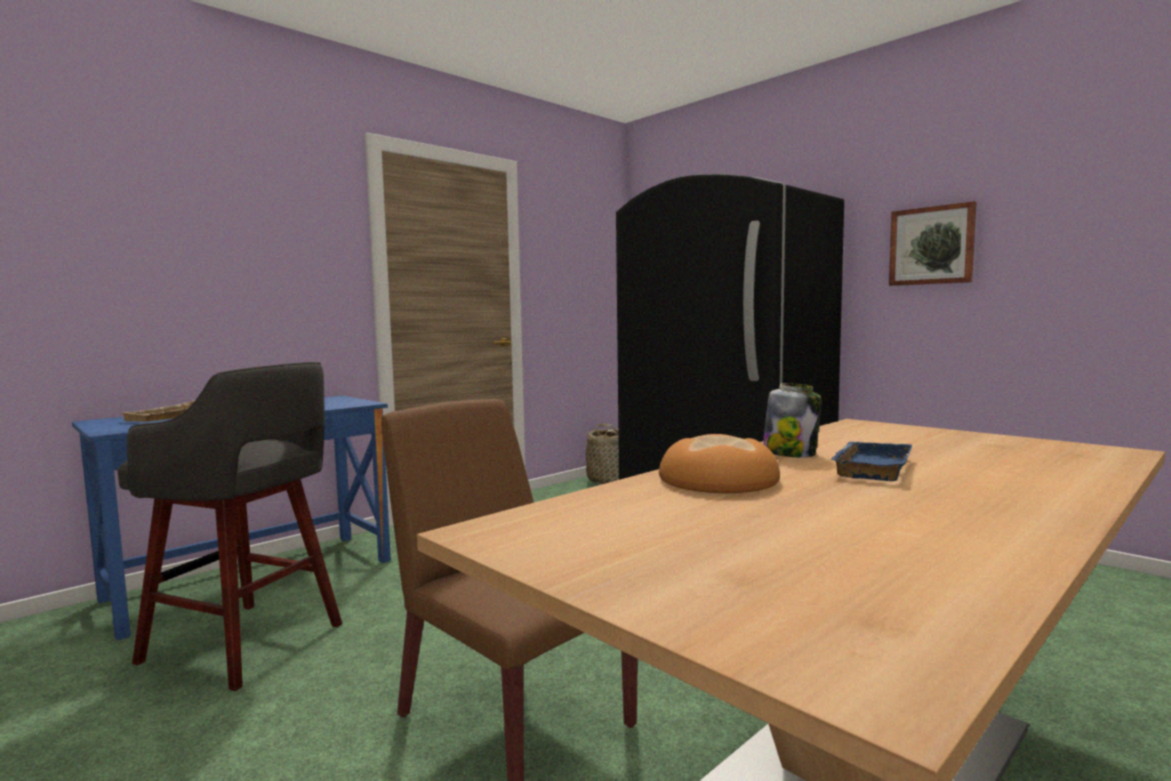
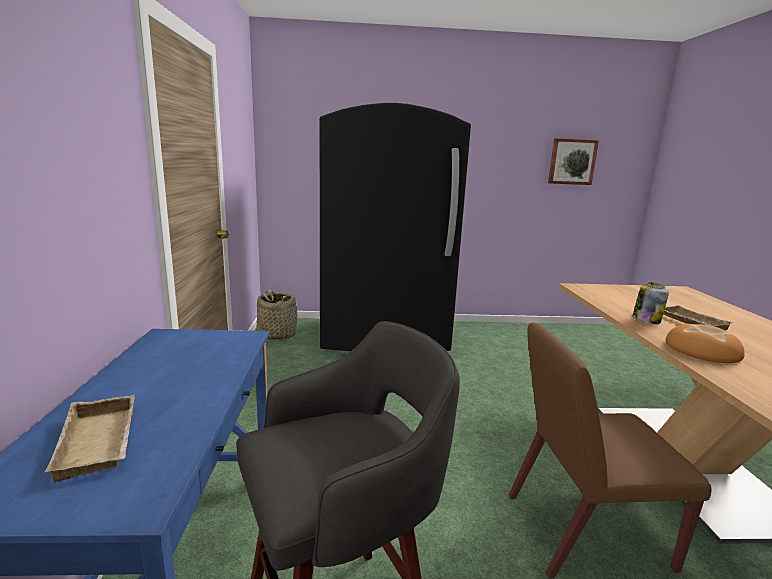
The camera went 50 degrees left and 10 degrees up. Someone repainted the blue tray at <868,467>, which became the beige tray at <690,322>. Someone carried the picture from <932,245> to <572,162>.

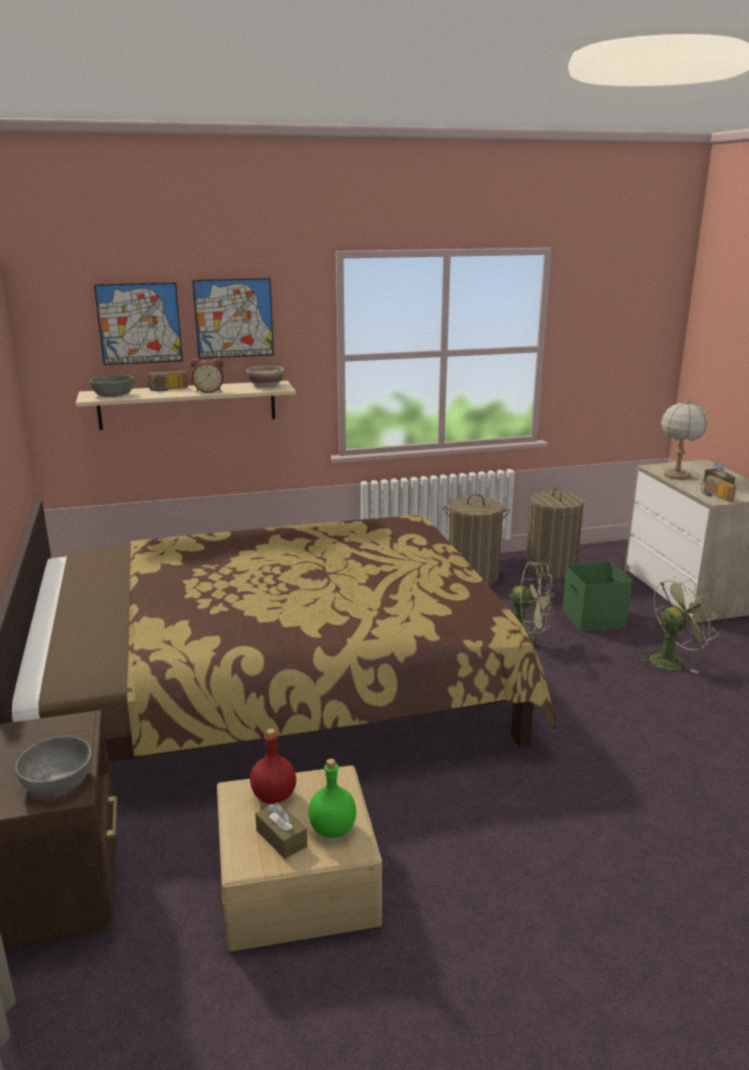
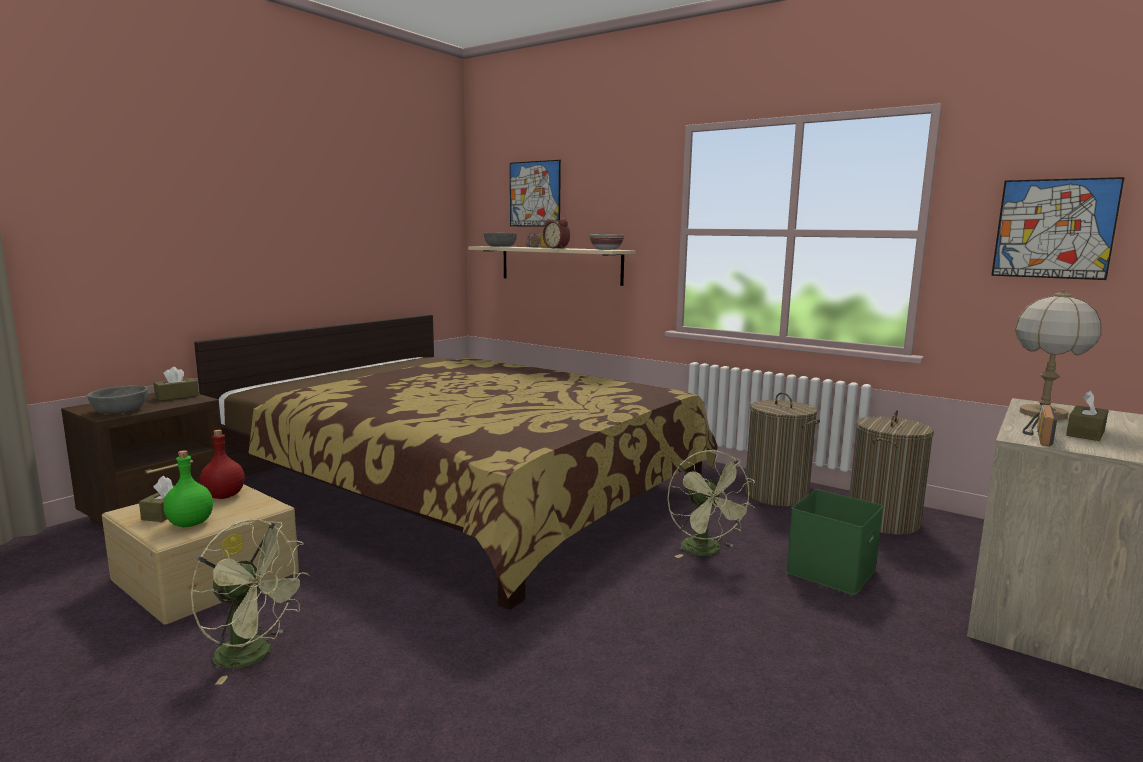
The camera went 50 degrees right and 10 degrees down. Someone carried the picture from <234,318> to <1054,229>. Someone carried the green fan from <671,660> to <254,655>. Someone put down the brown tissue box at <177,396>.

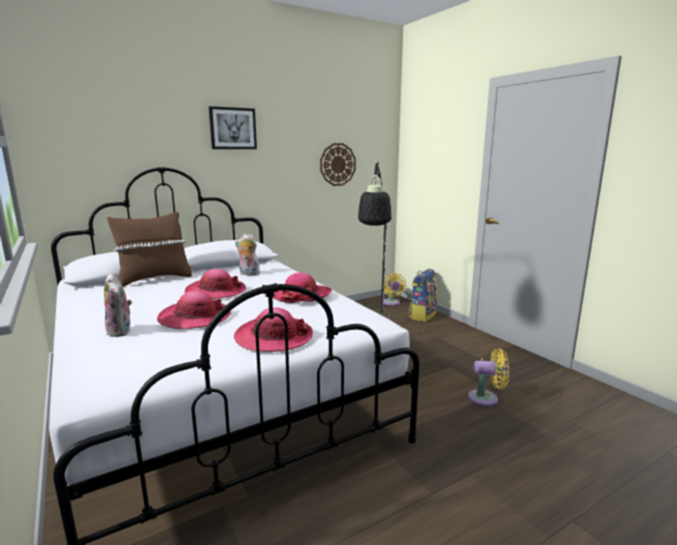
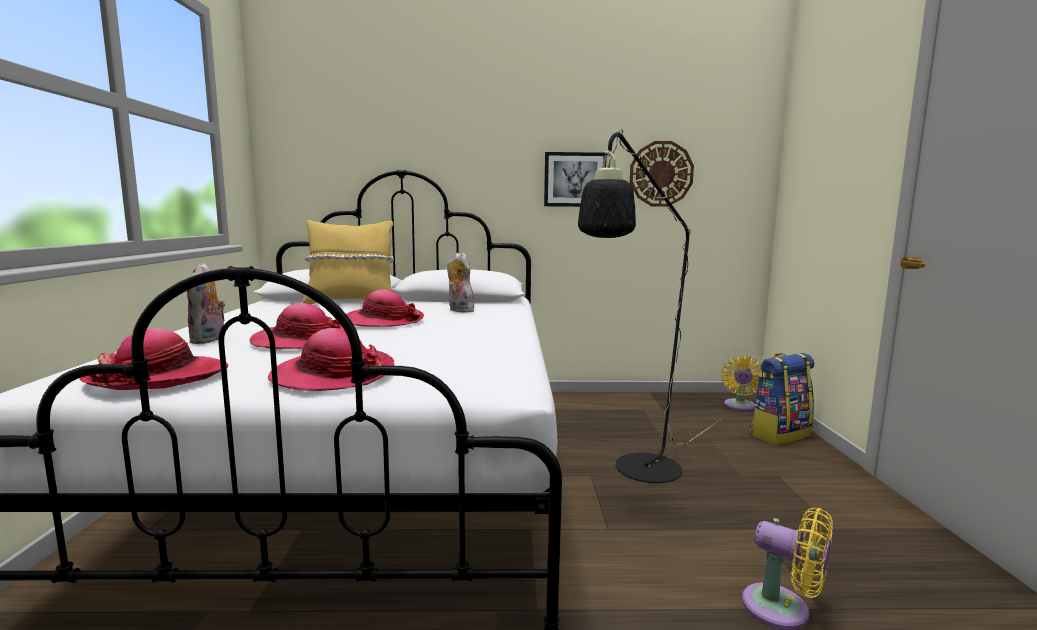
The camera went 30 degrees right and 5 degrees down. Someone repainted the brown pillow at <154,279>, which became the yellow pillow at <351,303>. Someone carried the picture from <232,128> to <574,179>. Someone carried the hat from <301,296> to <158,377>.

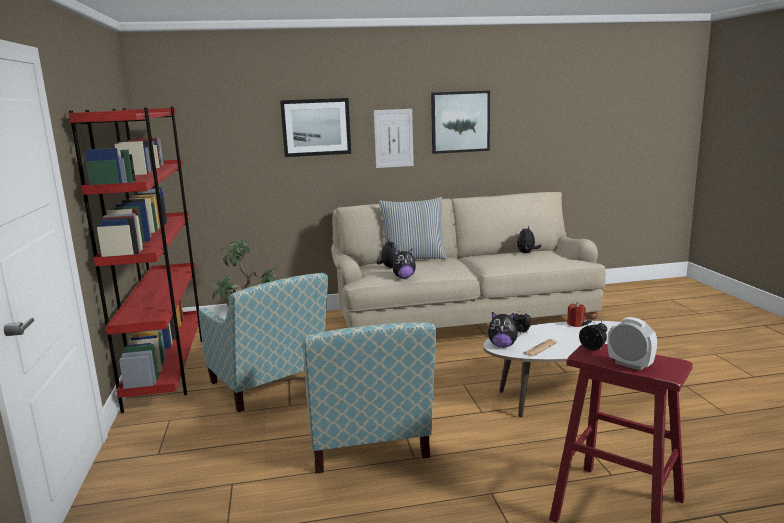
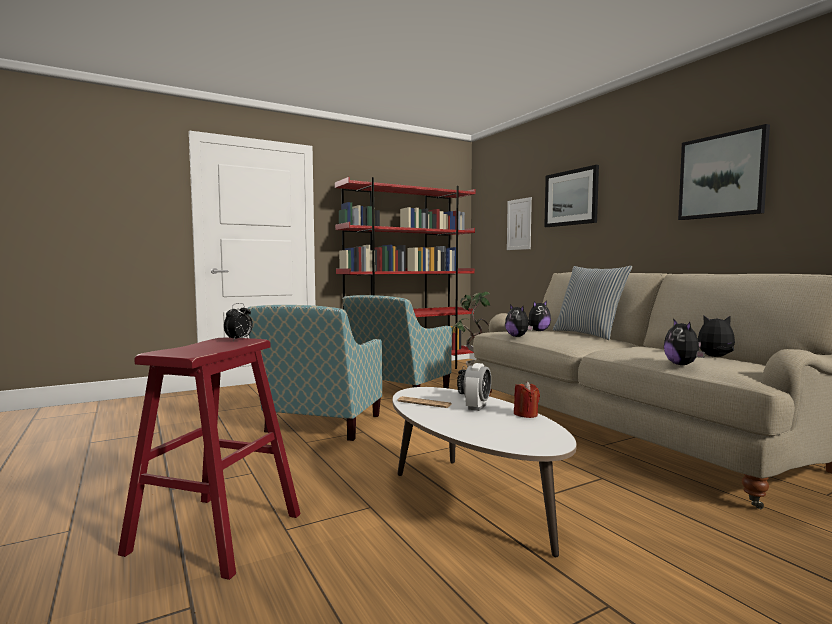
The camera went 70 degrees right and 10 degrees down. Someone rotated the armchair at <368,446> by 45 degrees counterclockwise. Someone carried the picture from <393,138> to <519,224>. Someone carried the plush toy from <502,346> to <682,365>. Someone carried the alarm clock from <630,365> to <477,407>.

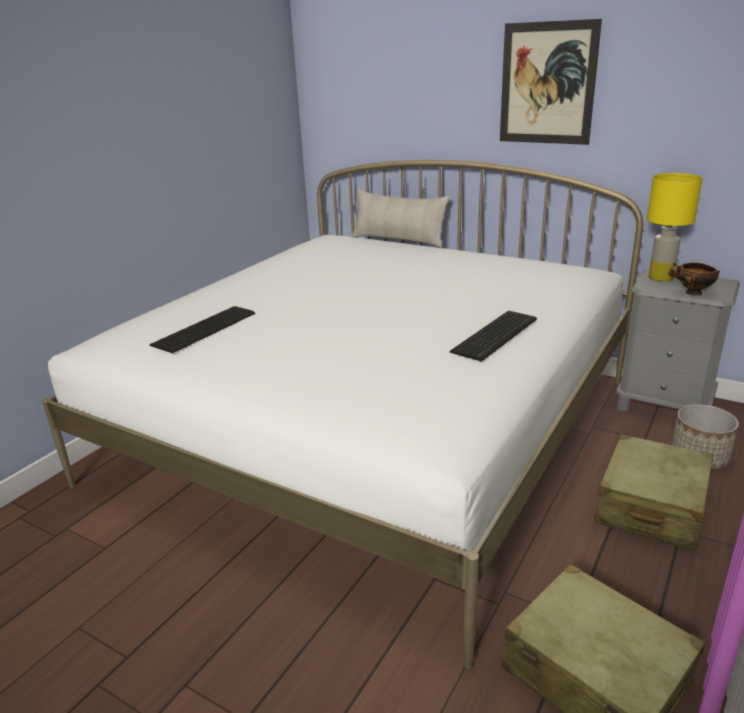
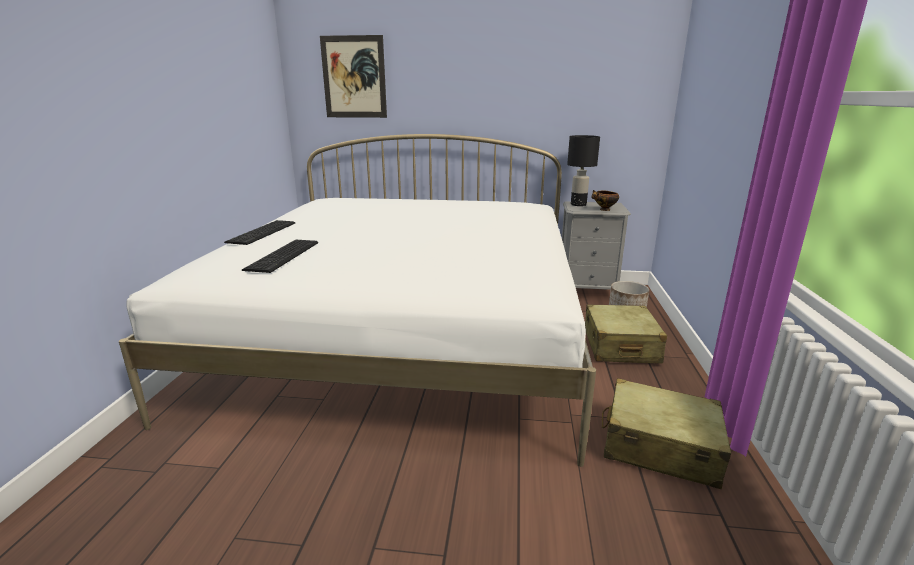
The camera went 25 degrees left and 5 degrees down. Someone took away the beige pillow at <398,240>. Someone carried the keyboard from <497,335> to <264,232>. Someone carried the picture from <547,84> to <354,77>. Someone repainted the yellow table lamp at <661,277>, which became the black table lamp at <578,204>.

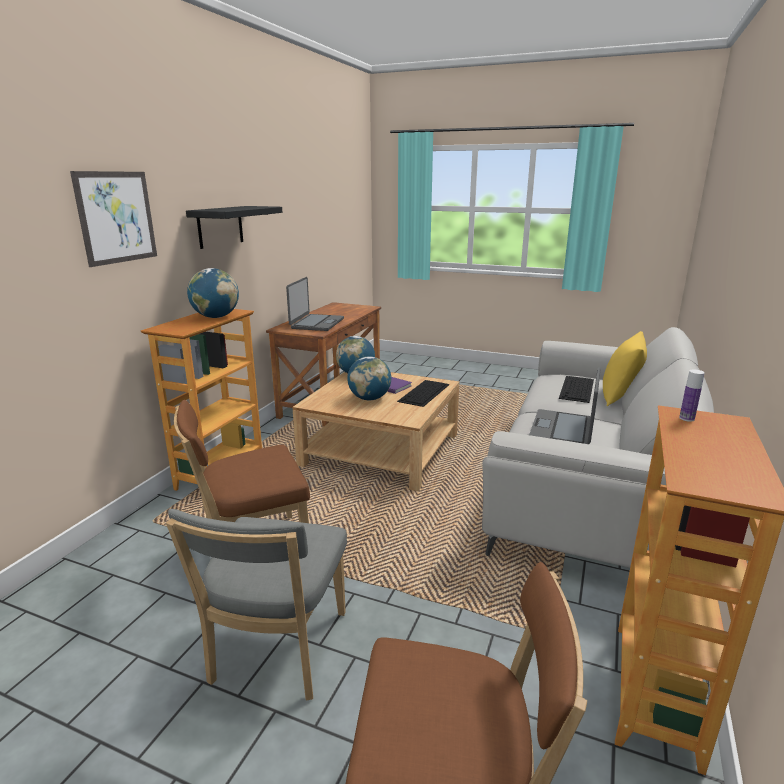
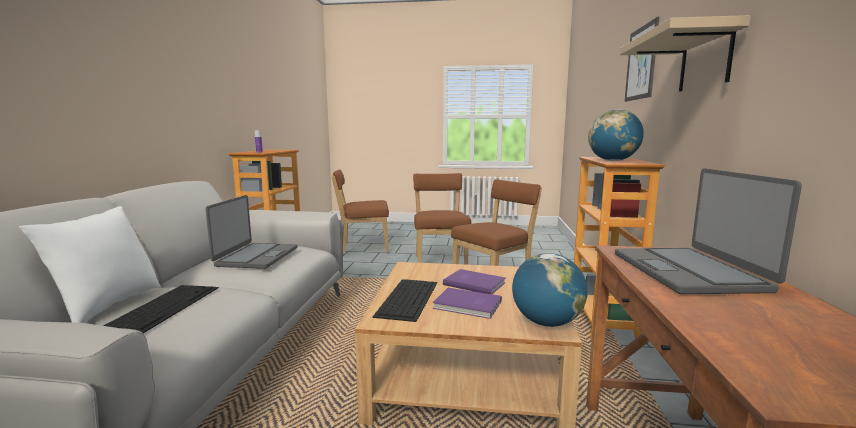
The camera went 165 degrees right and 10 degrees down. Someone repainted the grey chair at <276,652>, which became the brown chair at <440,261>. Someone repainted the black shelf at <220,226>, which became the beige shelf at <705,60>. Someone swapped the globe at <369,398> for the purple book at <474,283>. Someone repainted the yellow pillow at <619,397>, which became the white pillow at <107,306>.

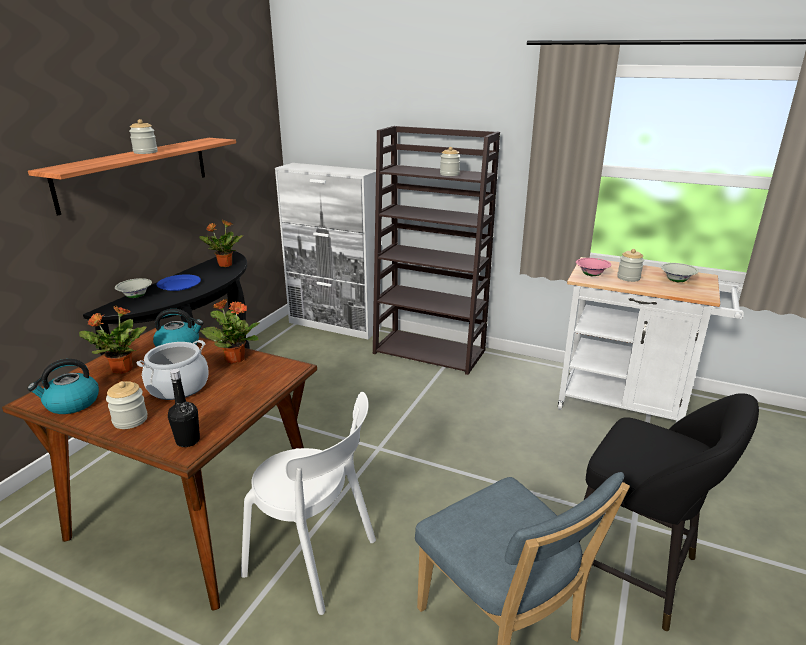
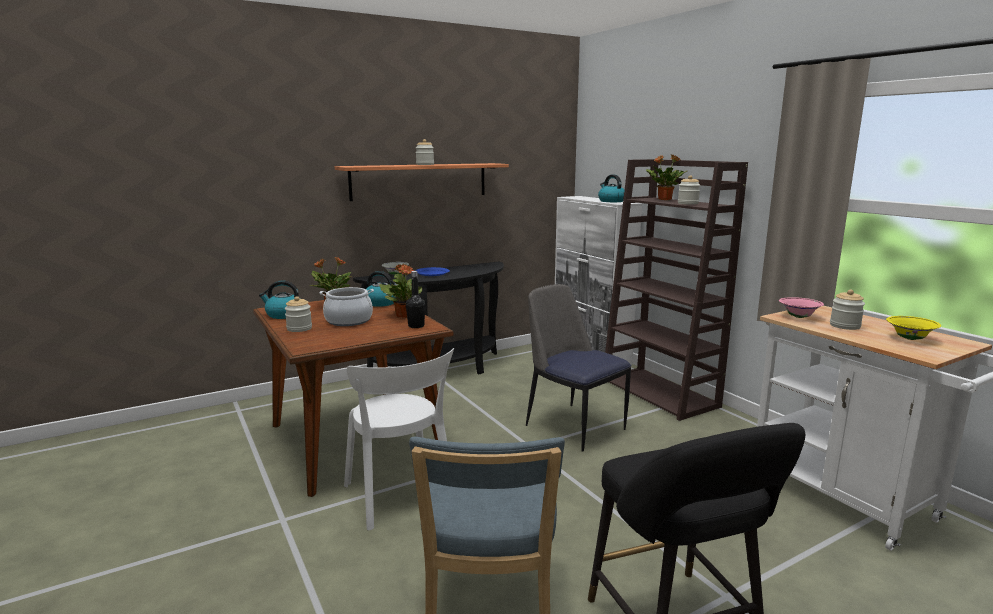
The camera went 35 degrees right and 10 degrees down. Someone carried the black bottle from <188,441> to <416,326>. Someone carried the potted plant from <224,265> to <664,199>. Someone repainted the white bowl at <676,281>, which became the yellow bowl at <910,339>. Someone put down the chair at <573,426>. Someone put down the kettle at <611,201>.

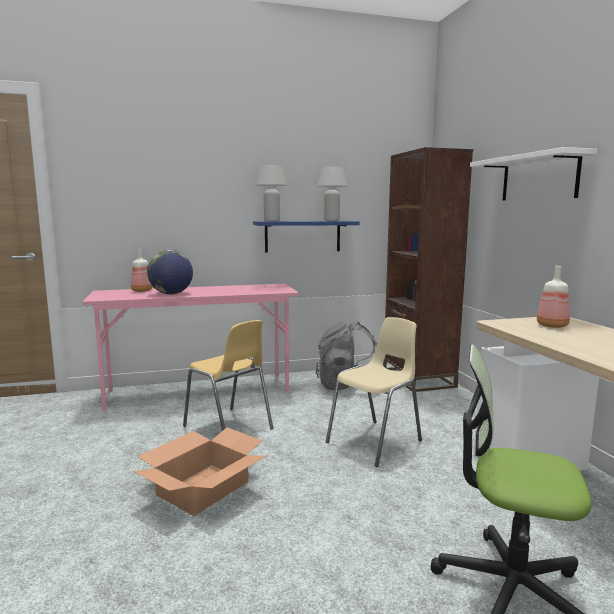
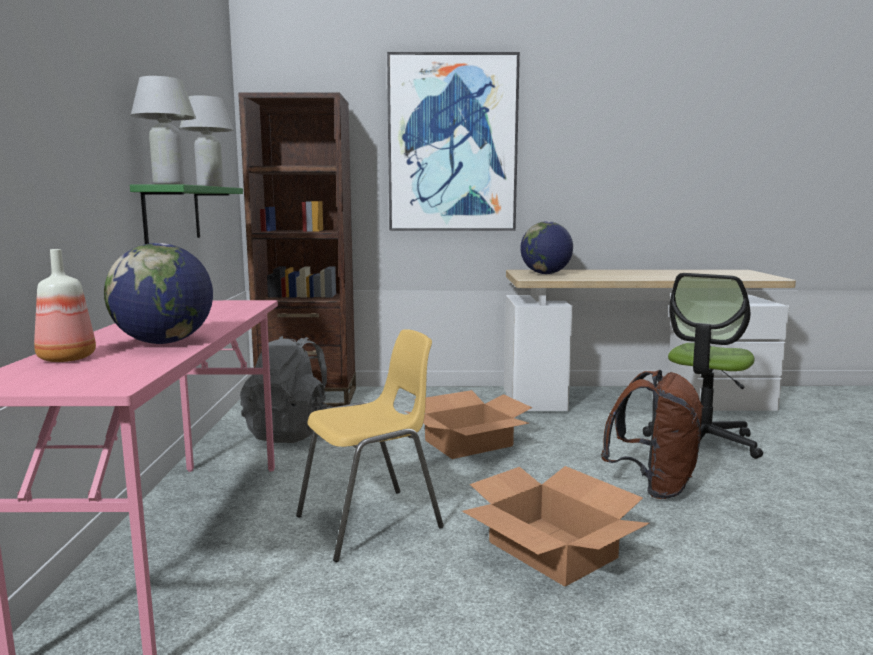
The camera went 75 degrees left and 0 degrees up. Someone repainted the blue shelf at <302,236>, which became the green shelf at <172,214>. Someone swapped the beige chair at <376,442> for the cardboard box at <469,443>. Someone swapped the white shelf at <539,178> for the picture at <452,144>. Someone swapped the bottle at <551,325> for the globe at <545,274>. Someone put down the brown backpack at <653,486>.

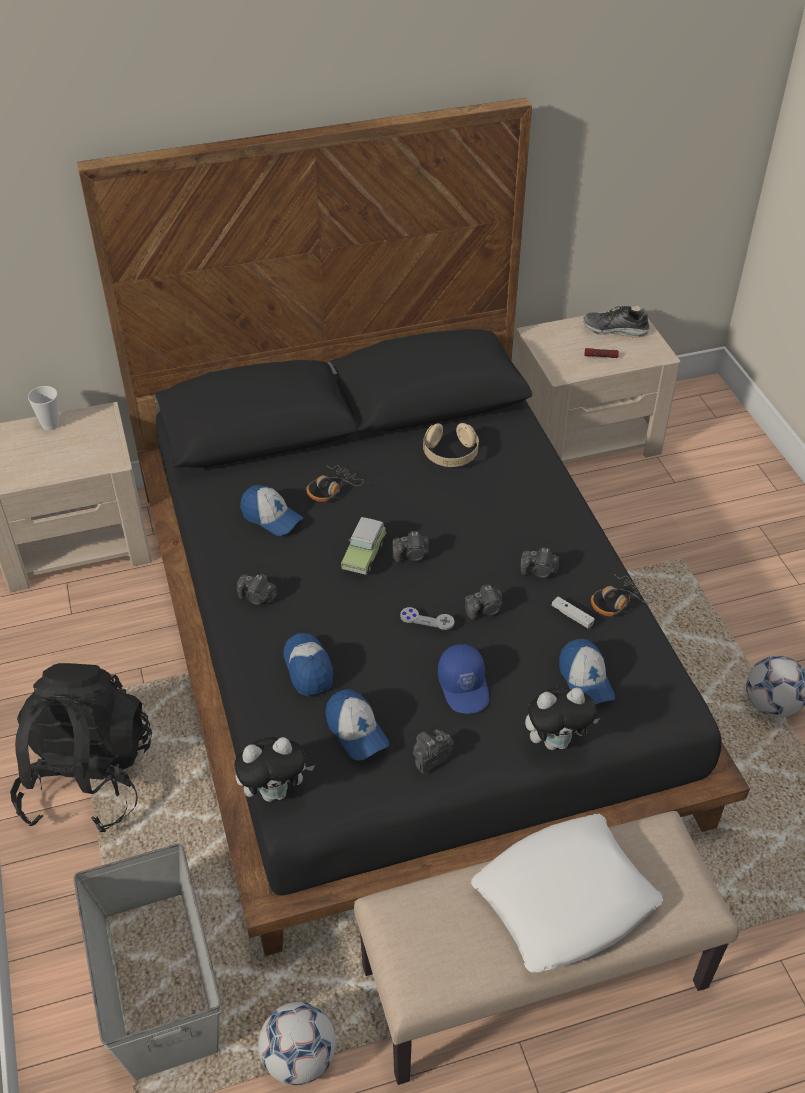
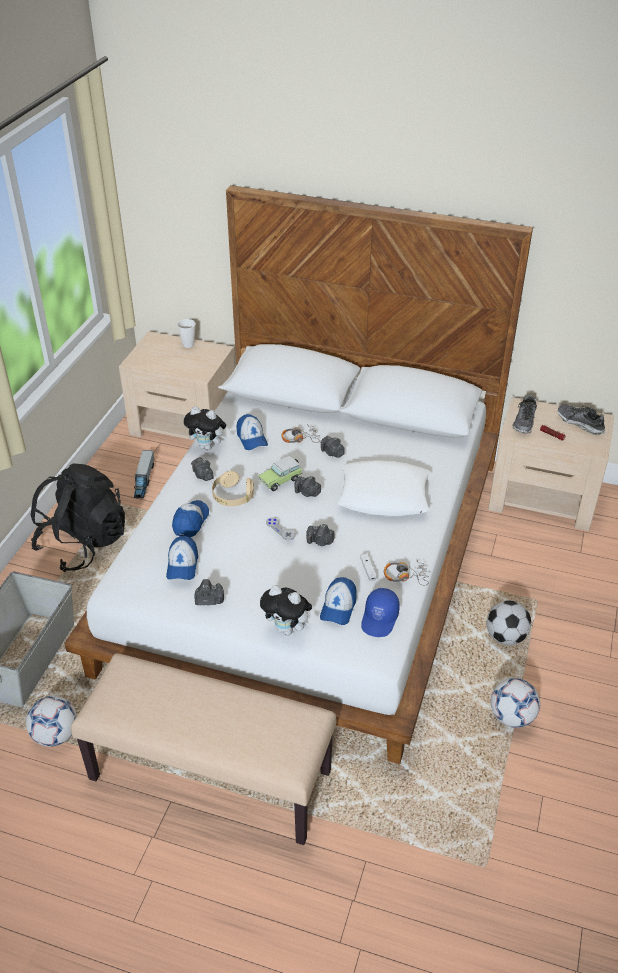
The camera went 35 degrees right and 5 degrees down. Someone repainted the black bed at <404,641>, which became the white bed at <310,560>. Someone carried the plush toy from <275,791> to <208,446>. Someone carried the beige headphones from <450,454> to <233,497>. Someone carried the blue cap from <465,686> to <380,619>. Someone carried the white pillow from <565,898> to <384,495>. Someone carried the photo camera from <539,571> to <332,453>. Someone put down the toy truck at <144,480>. Someone put down the football at <505,637>. Someone put down the shoe at <524,422>.

